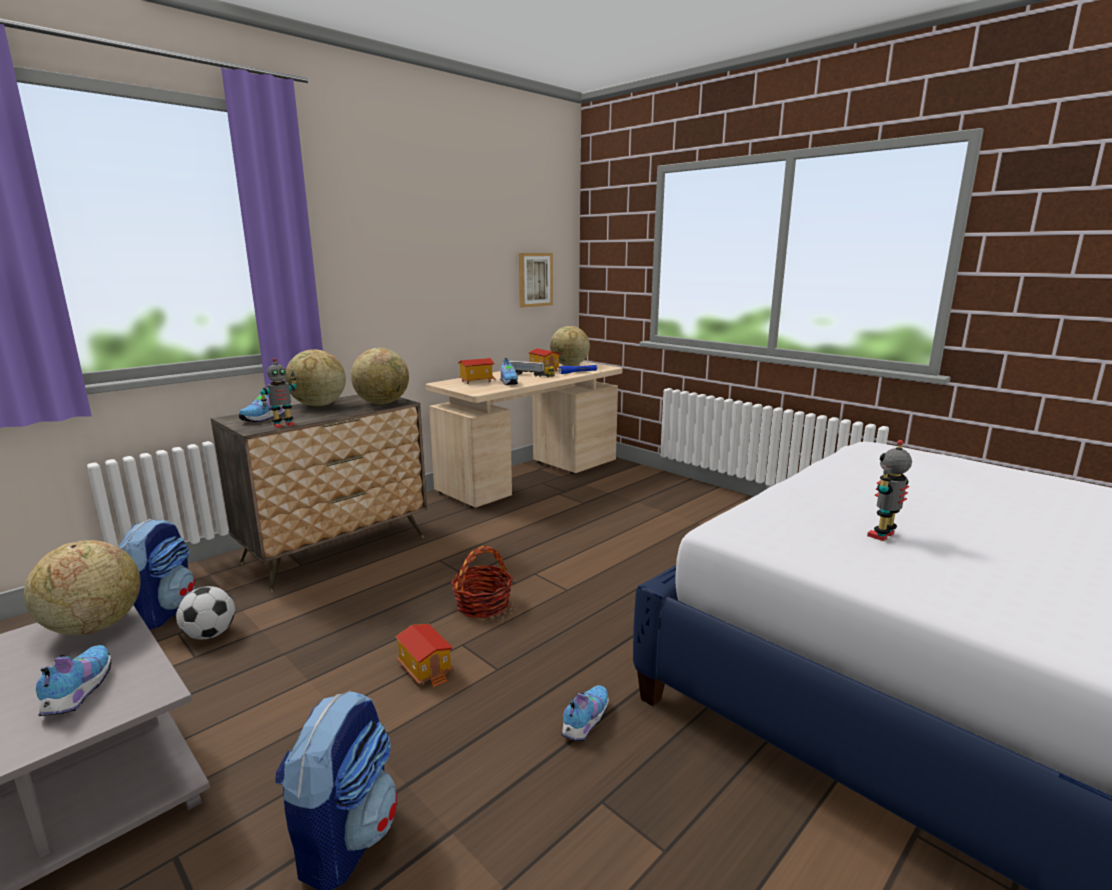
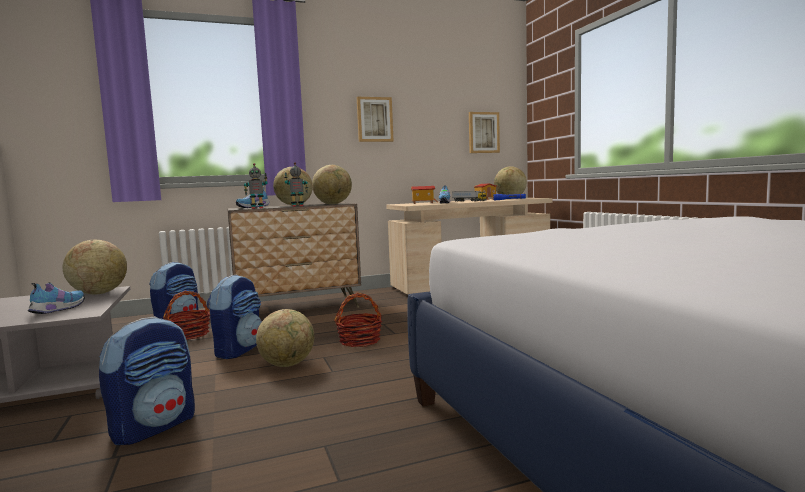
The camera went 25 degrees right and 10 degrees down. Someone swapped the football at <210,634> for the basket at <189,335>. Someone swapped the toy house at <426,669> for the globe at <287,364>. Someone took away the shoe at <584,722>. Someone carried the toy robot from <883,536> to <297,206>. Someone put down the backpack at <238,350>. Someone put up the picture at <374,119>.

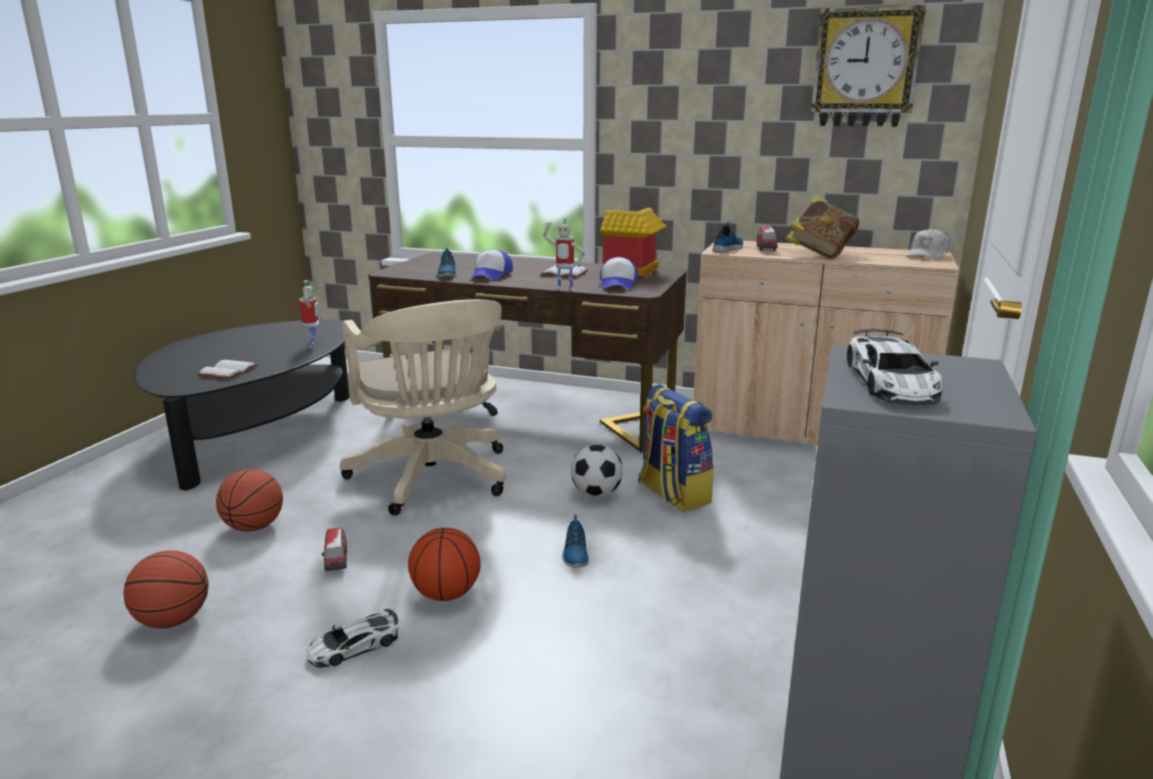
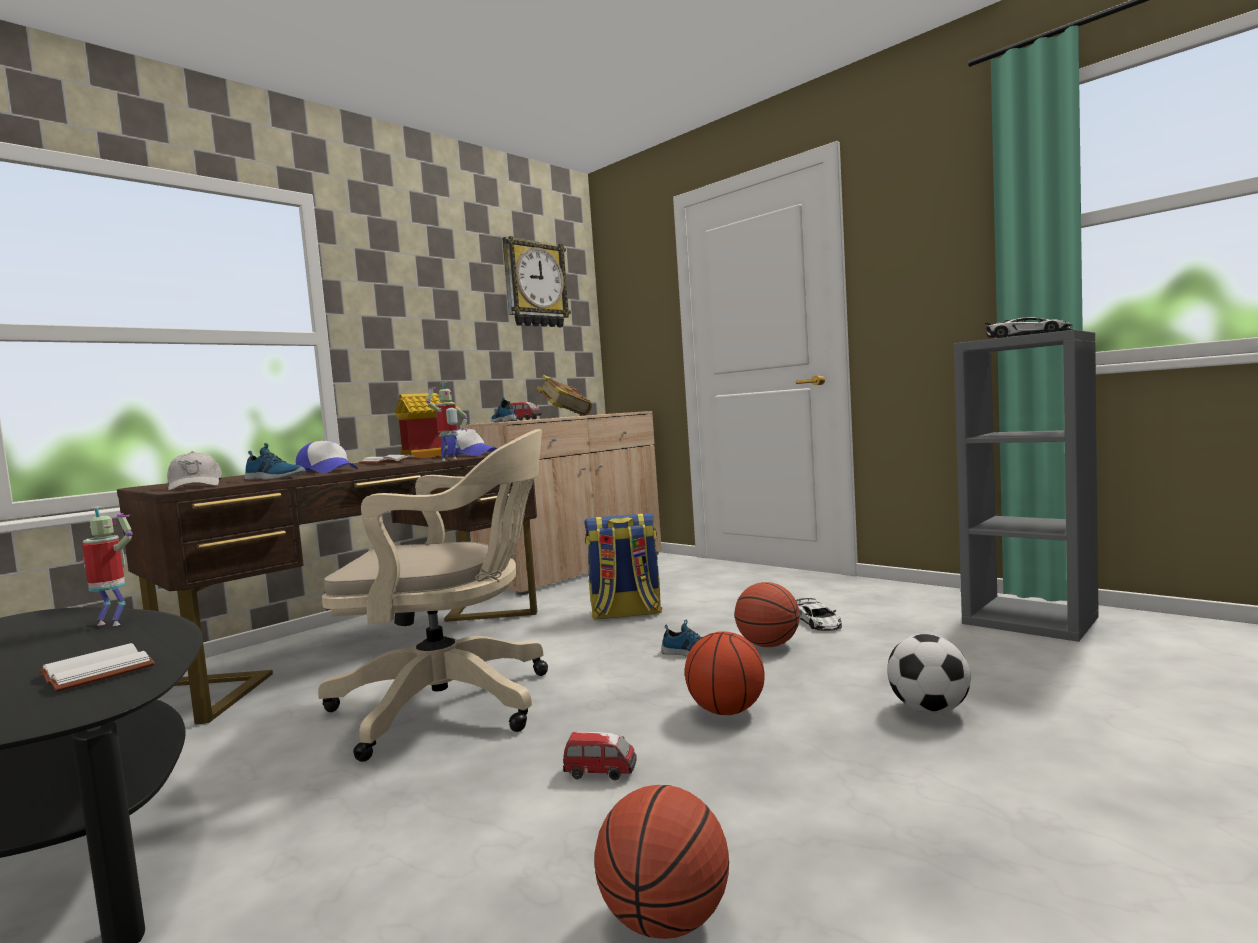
The camera went 65 degrees left and 15 degrees down. Someone carried the basketball from <254,527> to <768,645>. Someone carried the toy car from <354,646> to <817,621>. Someone carried the football from <596,494> to <929,710>. Someone carried the white cap from <927,255> to <196,486>.

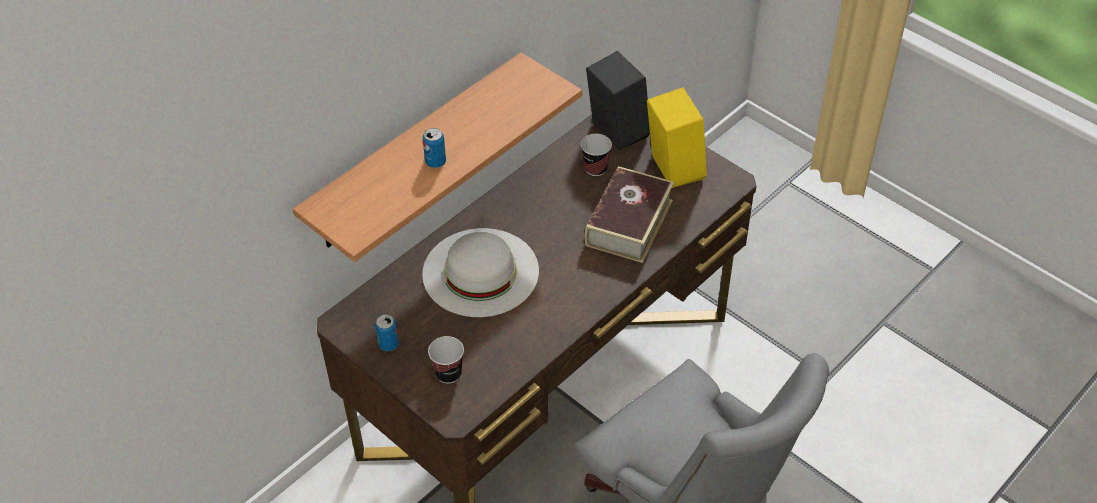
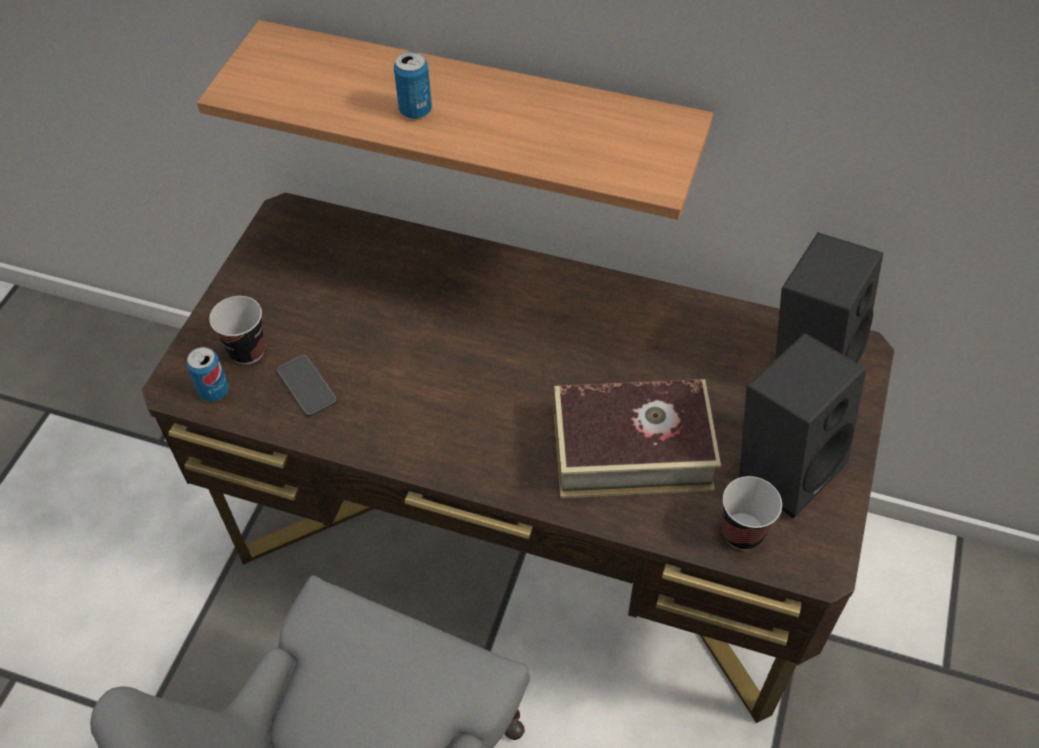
The camera went 65 degrees right and 5 degrees up. Someone carried the can from <388,344> to <214,391>. Someone took away the white hat at <480,272>. Someone carried the cup from <595,168> to <742,533>. Someone repainted the yellow speaker at <672,169>, which became the black speaker at <784,465>. Someone put down the phone at <306,386>.

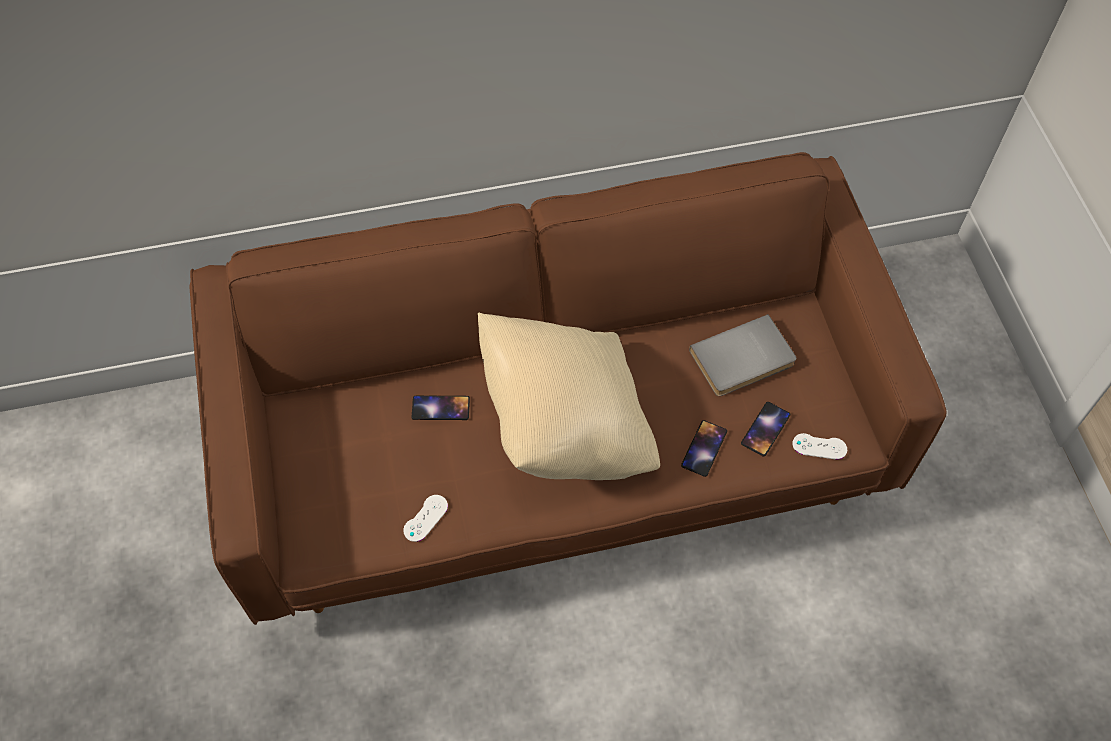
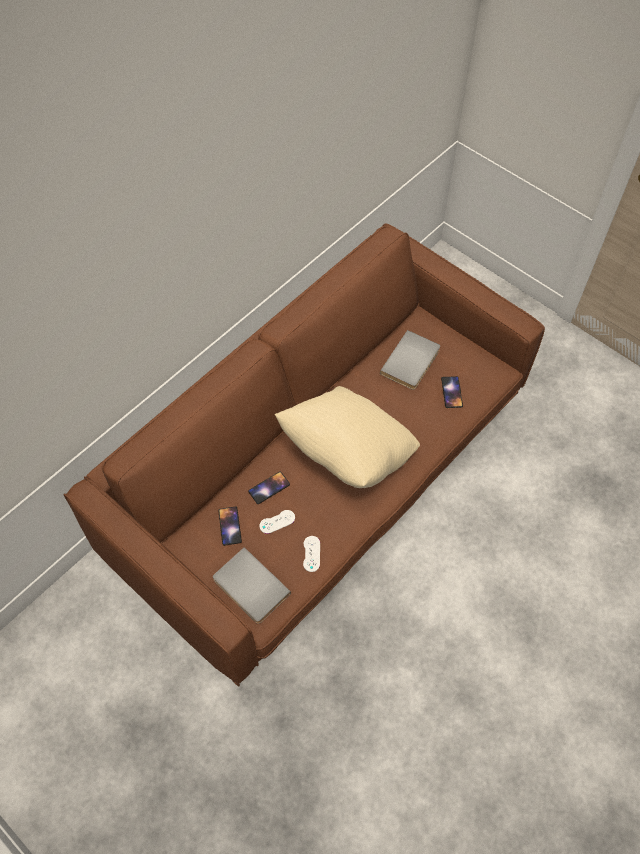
The camera went 35 degrees left and 0 degrees up. Someone carried the phone from <704,448> to <229,526>. Someone carried the white game controller from <819,446> to <277,521>. Someone put down the grey book at <249,588>.

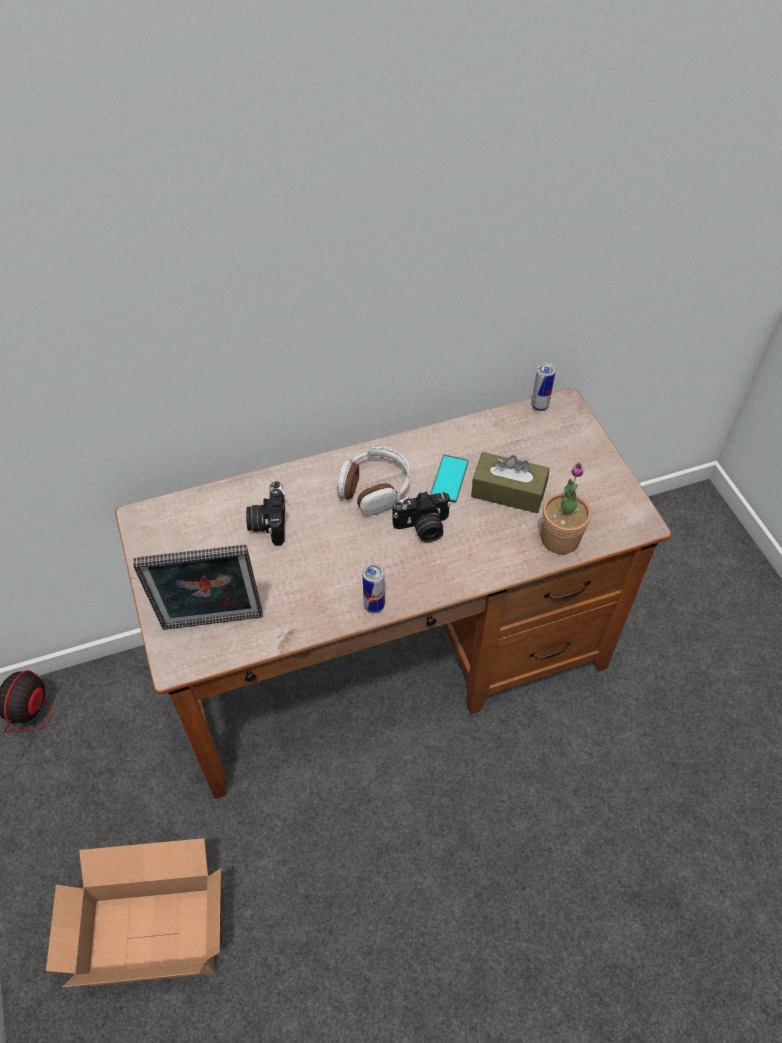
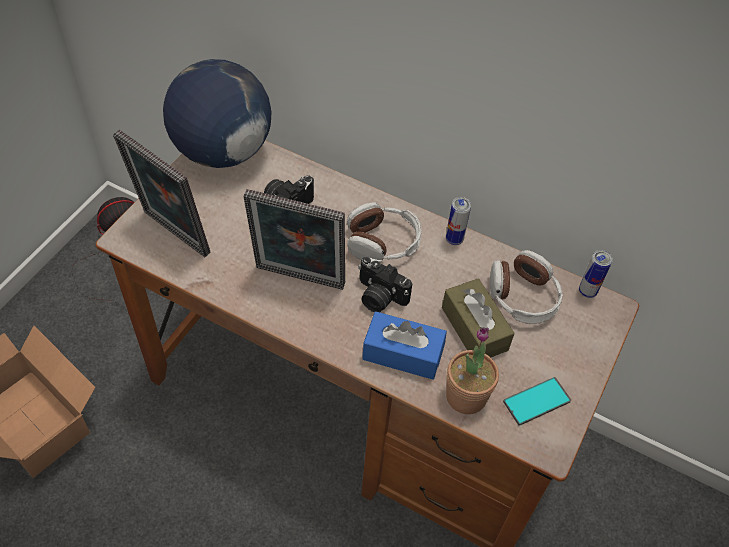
The camera went 45 degrees right and 0 degrees up. Someone carried the can from <374,606> to <454,239>. Someone carried the phone from <449,479> to <536,401>. Someone put down the globe at <222,152>. Someone put down the picture frame at <298,280>. Someone put down the blue tissue box at <402,353>. Someone put down the headphones at <522,297>.

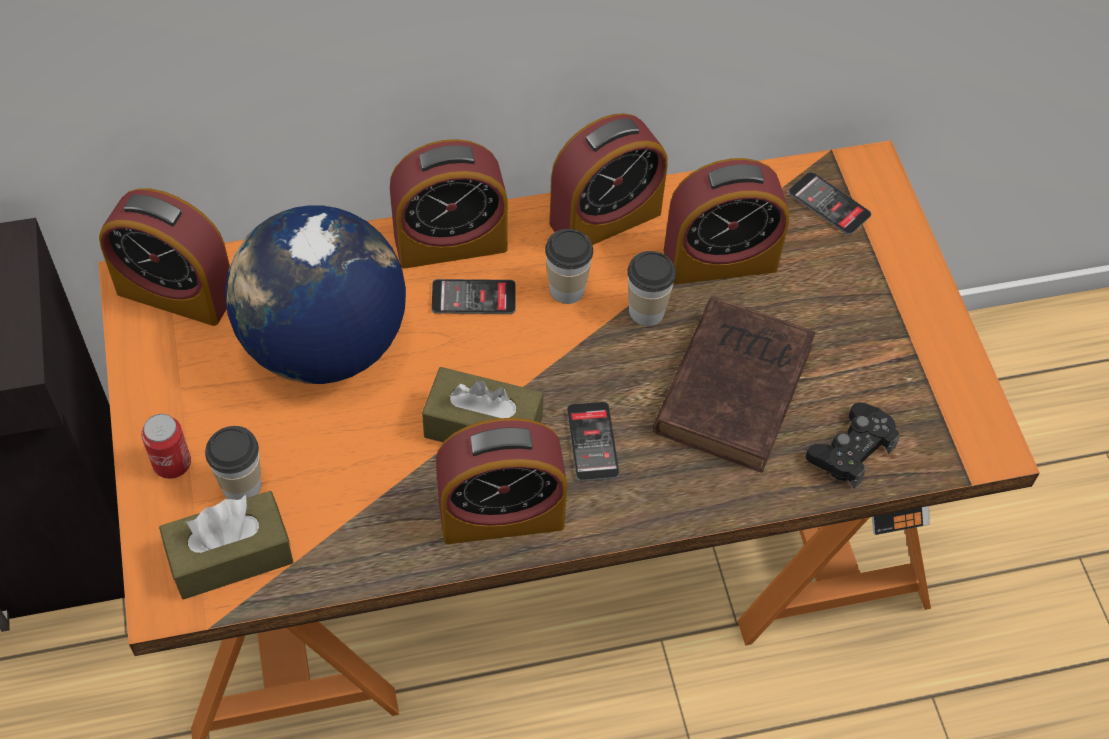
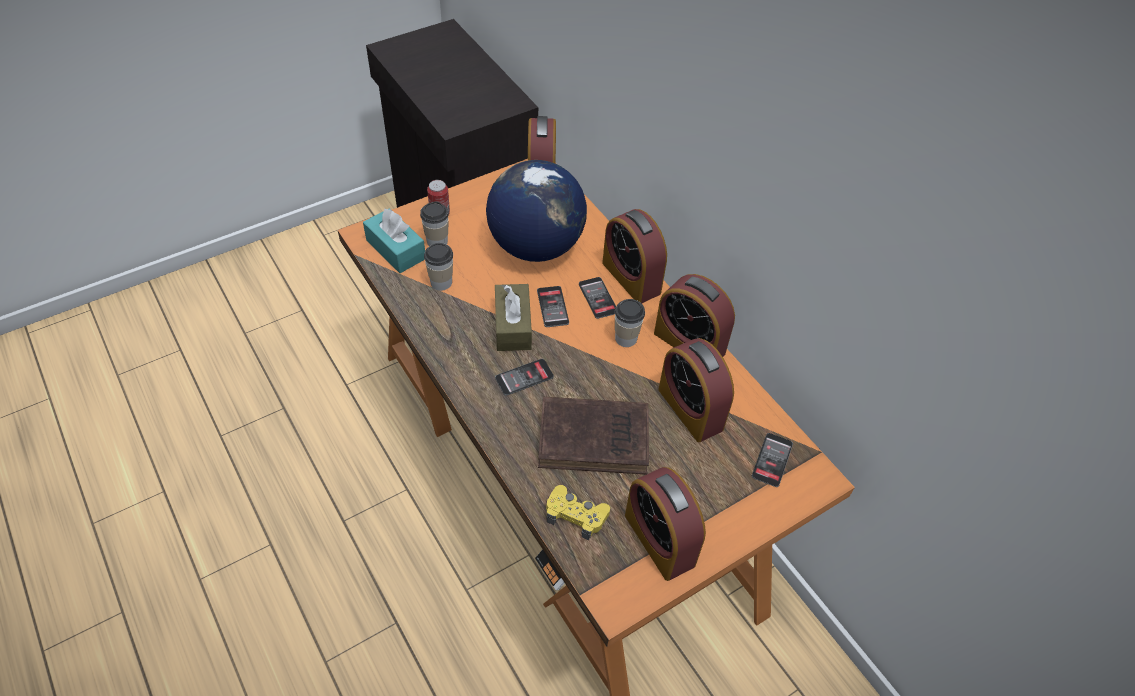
The camera went 70 degrees right and 5 degrees down. Someone repainted the brown tissue box at <230,556>, which became the turquoise tissue box at <396,249>. Someone carried the alarm clock from <501,514> to <659,540>. Someone carried the cup from <646,311> to <441,282>. Someone repainted the black game controller at <851,450>, which became the yellow game controller at <576,515>. Someone put down the phone at <552,307>.

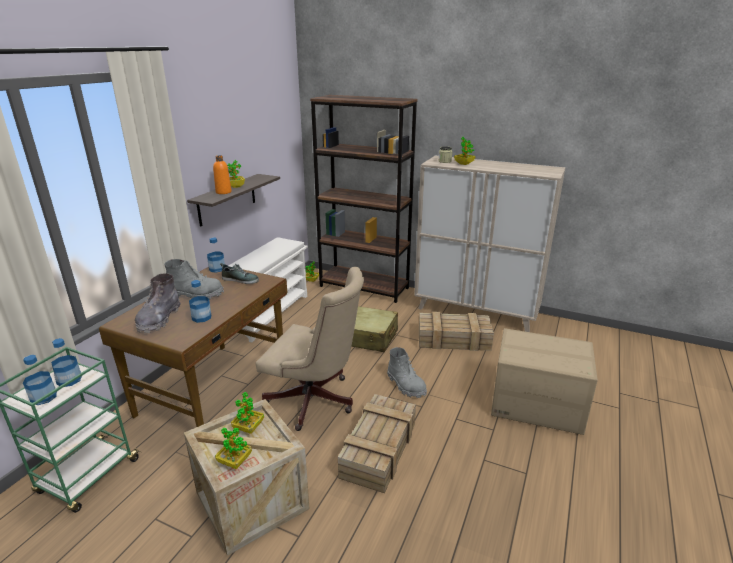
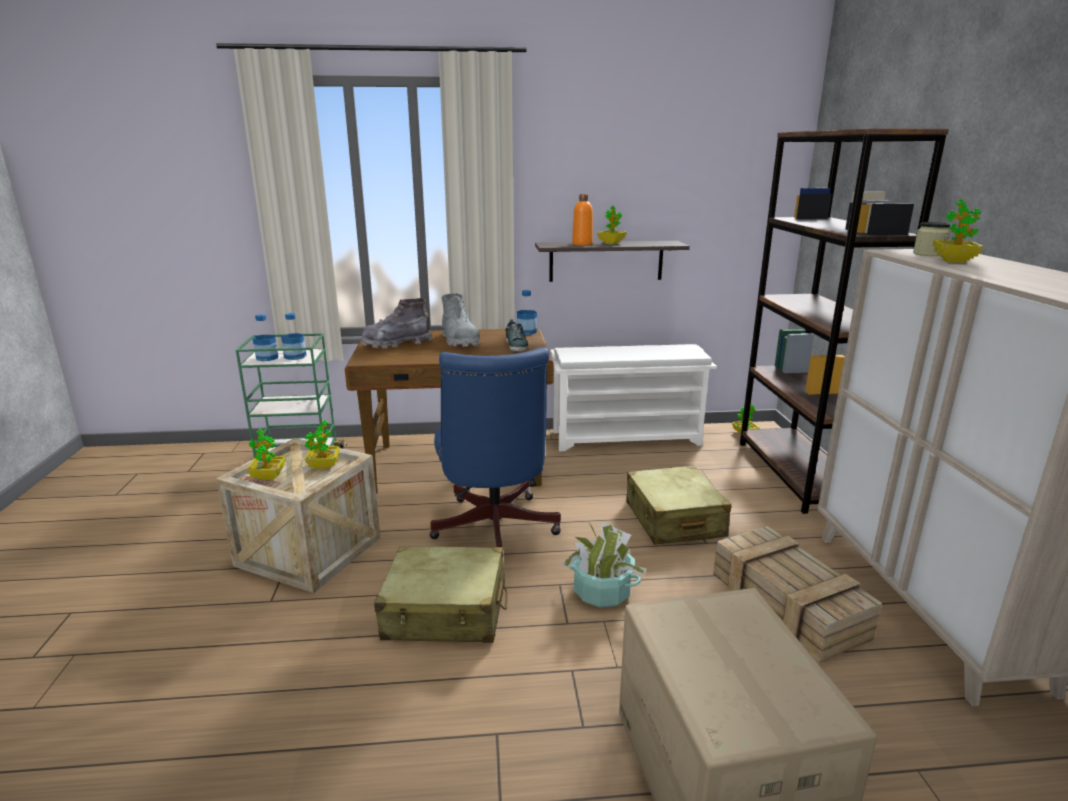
The camera went 60 degrees right and 5 degrees down. Someone took away the bottle at <201,317>. Someone repainted the beige office chair at <315,402>, which became the blue office chair at <494,531>. Someone swapped the crate at <379,448> for the beige suitcase at <446,611>. Someone swapped the grey boot at <406,385> for the potted plant at <602,591>.

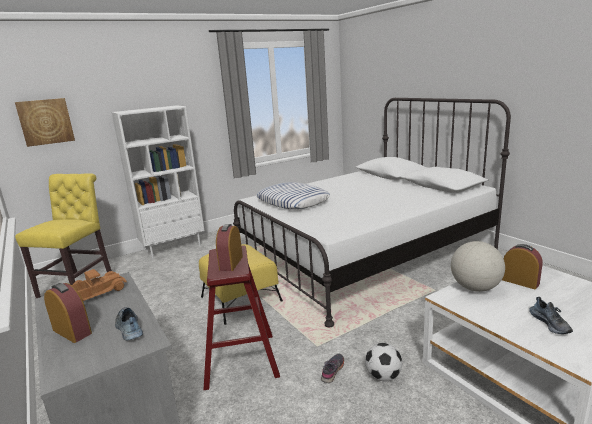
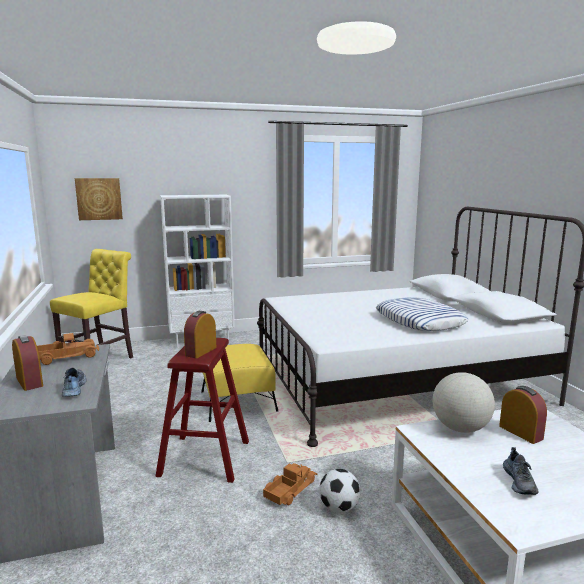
The camera went 15 degrees right and 5 degrees down. Someone carried the pillow from <293,201> to <419,321>. Someone swapped the grey shoe at <333,371> for the toy truck at <289,489>.

